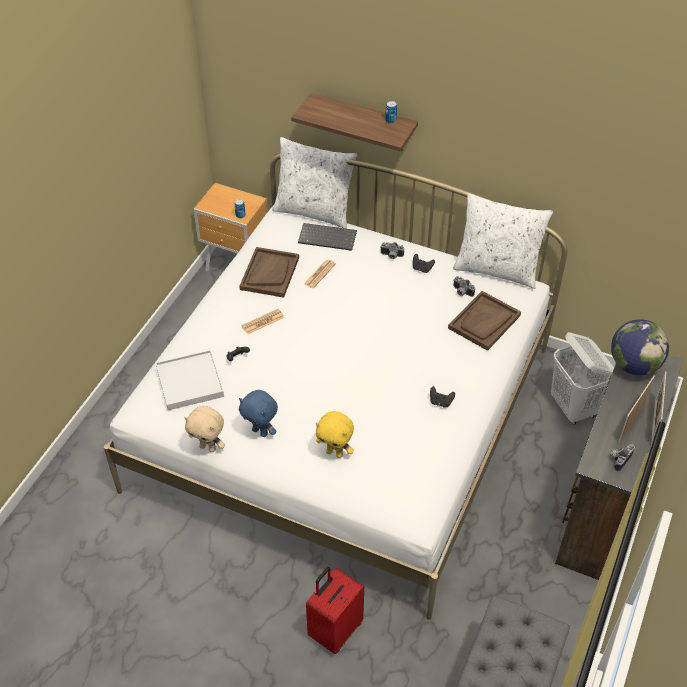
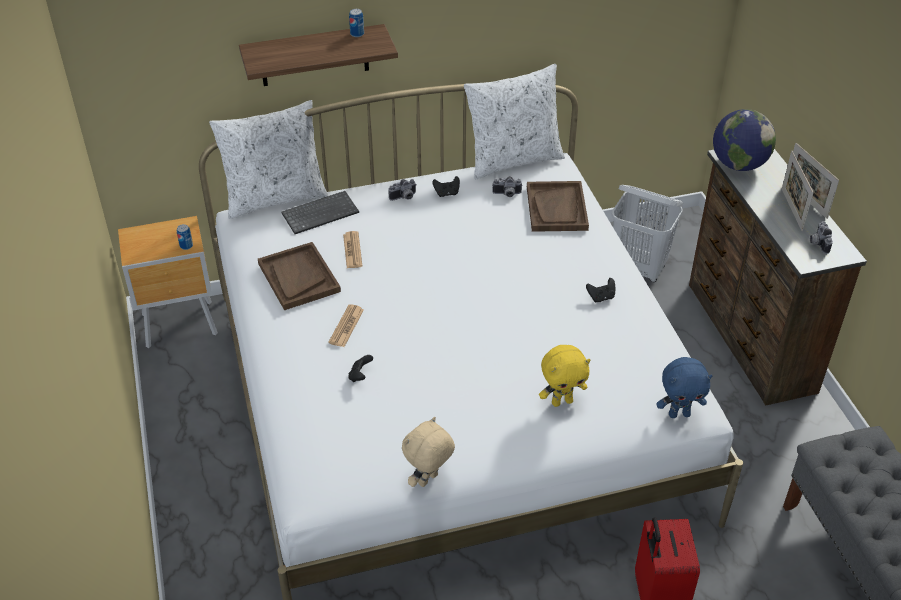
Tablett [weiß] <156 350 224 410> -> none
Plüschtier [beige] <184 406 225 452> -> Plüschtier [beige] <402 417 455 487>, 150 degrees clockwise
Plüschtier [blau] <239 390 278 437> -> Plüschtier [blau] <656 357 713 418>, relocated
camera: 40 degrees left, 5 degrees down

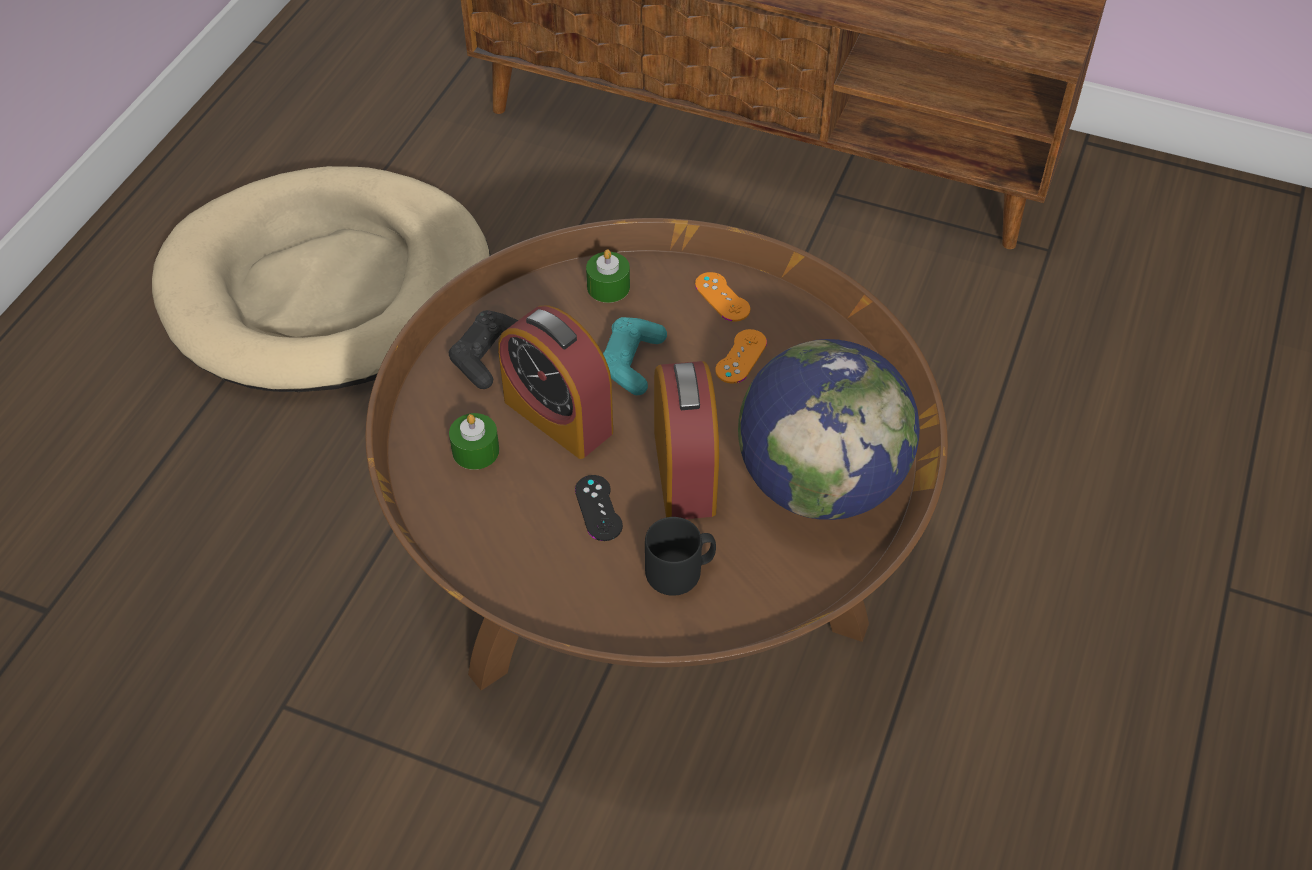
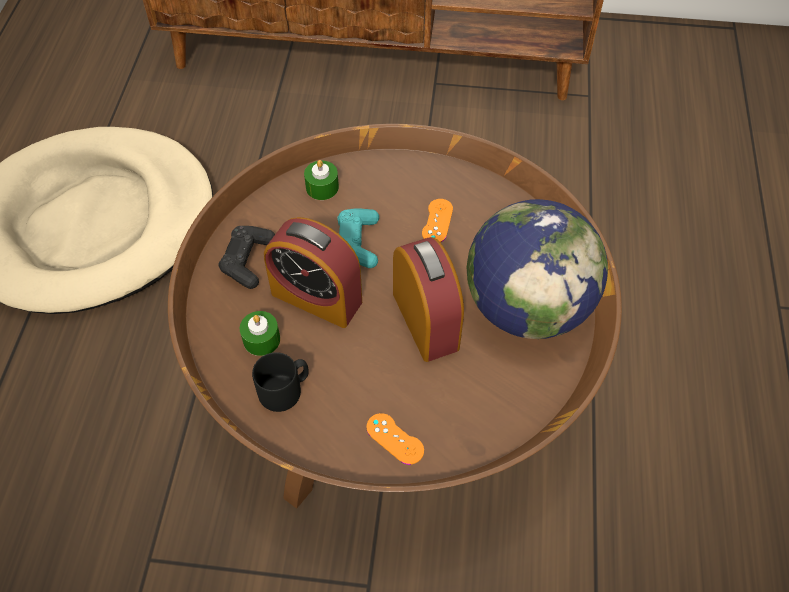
Gamepad [schwarz] <575 475 623 541> -> none
Henkelbecher [schwarz] <645 517 716 596> -> Henkelbecher [schwarz] <252 352 309 412>, relocated
Gamepad [orange] <695 272 750 321> -> Gamepad [orange] <366 413 424 465>, relocated
camera: 15 degrees left, 5 degrees up

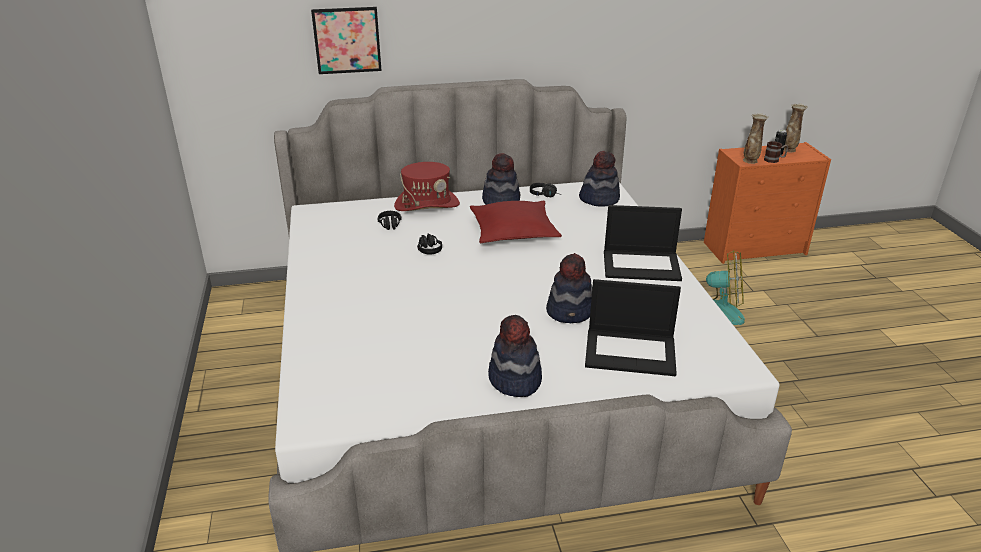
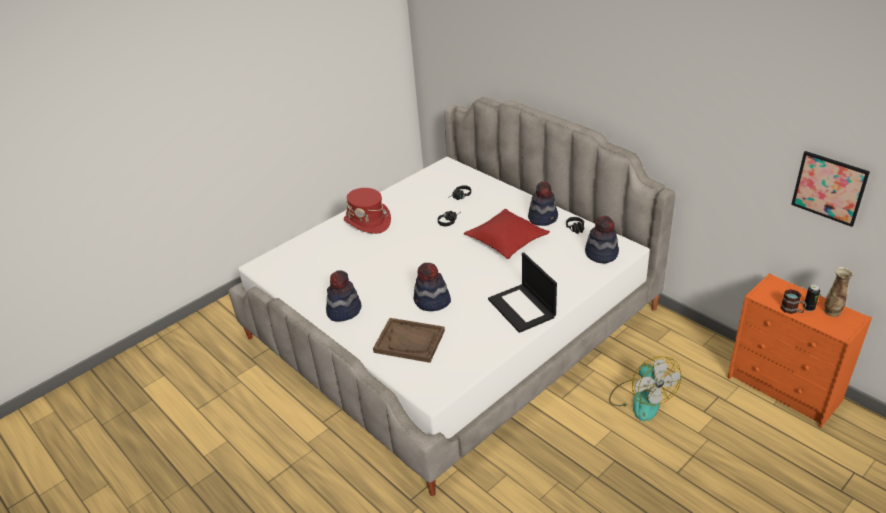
Bild <311 7 382 74> -> Bild <791 151 870 227>, relocated
Hut [rot] <394 162 460 211> -> Hut [rot] <344 188 391 234>, relocated
Laptop <585 279 681 376> -> Tablett [braun] <373 318 445 363>
Vase <743 113 769 164> -> none
camera: 60 degrees right, 5 degrees up

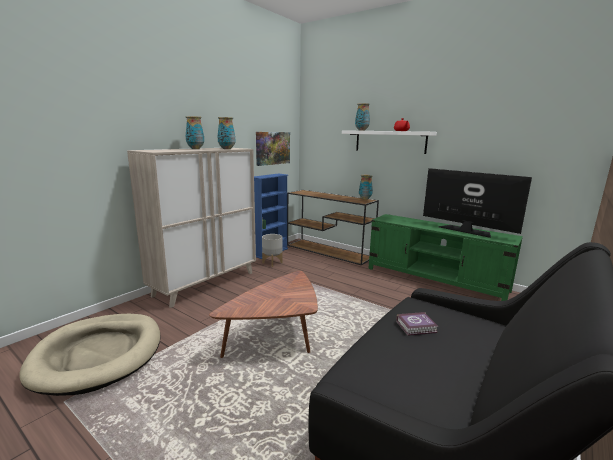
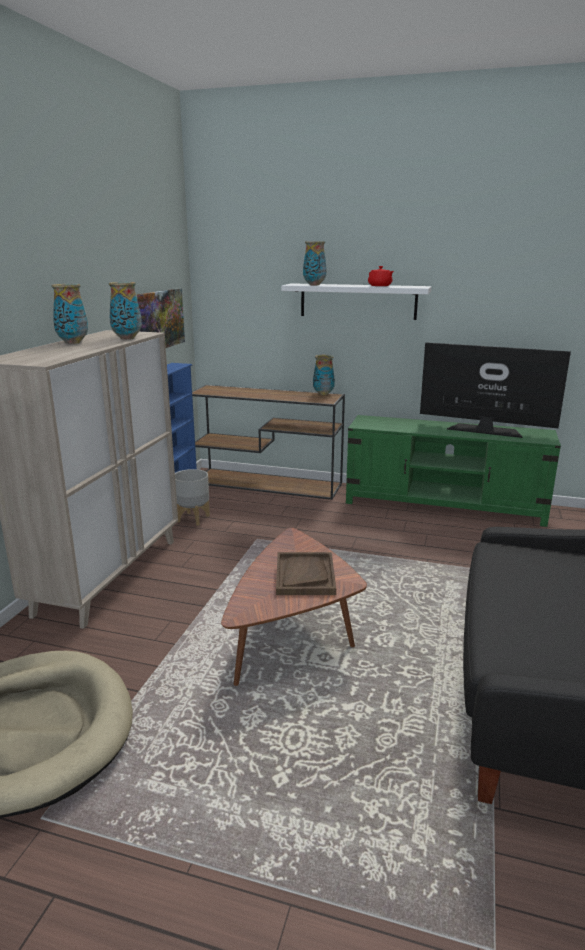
Buch <396 312 438 336> -> none
none -> Tablett [braun] <276 552 336 595>
camera: 20 degrees left, 5 degrees up

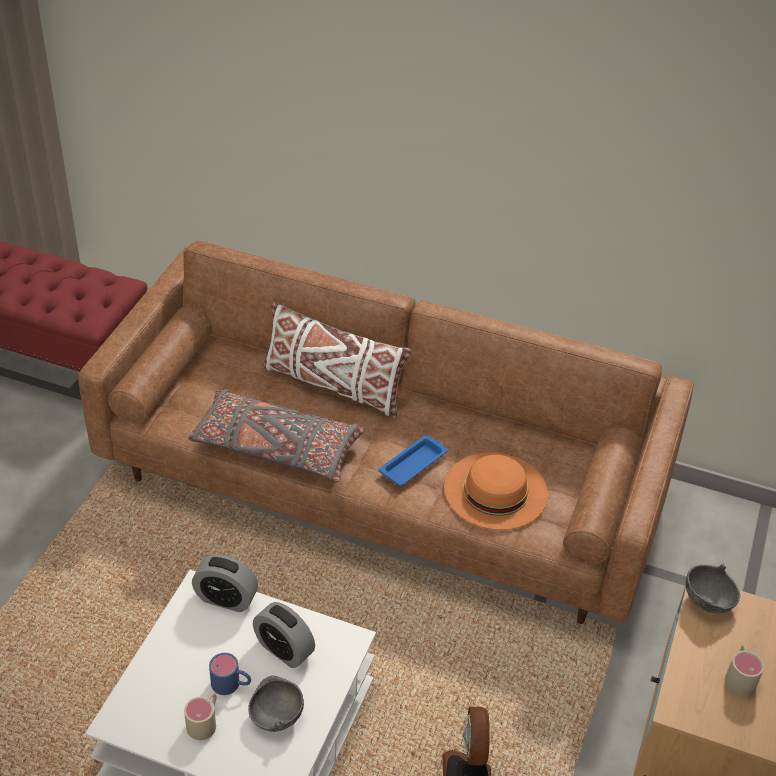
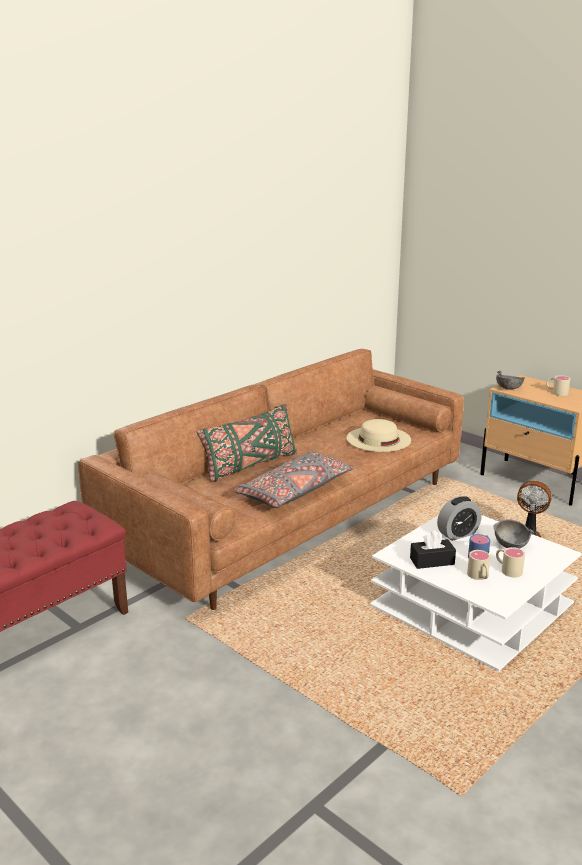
Wecker <192 555 258 612> -> none
Kissen [weiß] <264 302 411 418> -> Kissen [grün] <197 403 297 482>
Tablett [blau] <379 435 448 486> -> none
Hut [orange] <444 452 548 530> -> Hut [beige] <347 419 411 452>
none -> Taschentuchbox [schwarz] <410 531 456 569>
none -> Henkelbecher [beige] <467 550 490 580>
camera: 65 degrees left, 20 degrees down

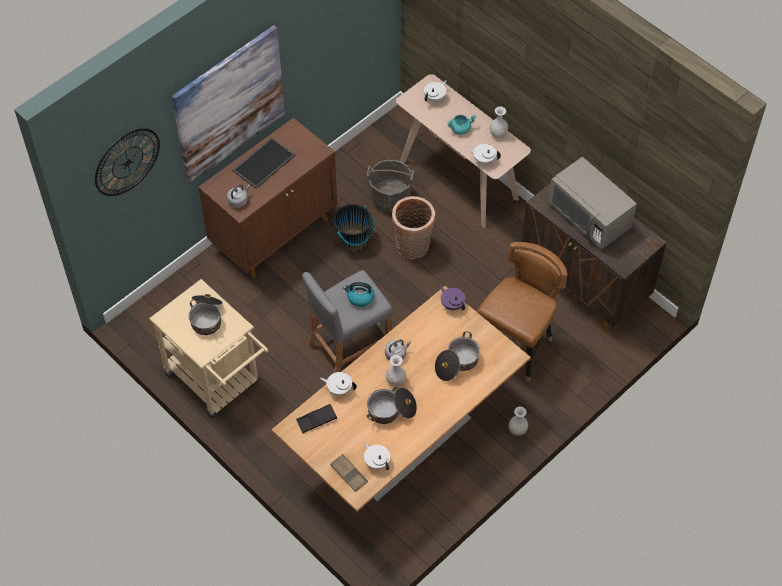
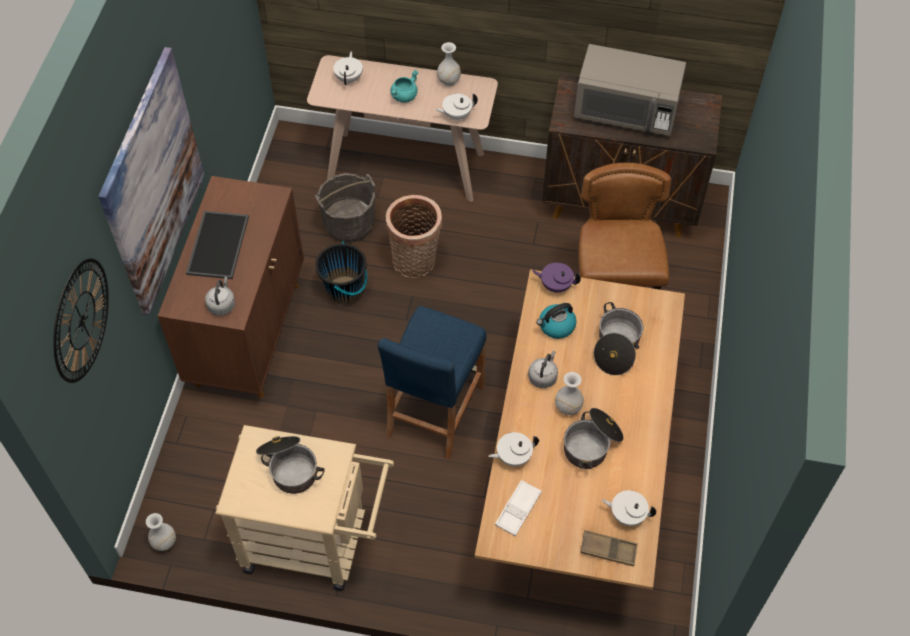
Tablett [schwarz] <296 404 337 433> -> Tablett [weiß] <495 480 542 536>
Hocker [grau] <302 270 393 373> -> Hocker [blau] <378 306 487 459>
Wasserkessel <343 282 374 307> -> Wasserkessel <537 303 577 339>, relocated
Vase [weiß] <509 407 528 436> -> Vase [weiß] <146 513 176 551>, relocated
camera: 35 degrees left, 0 degrees up

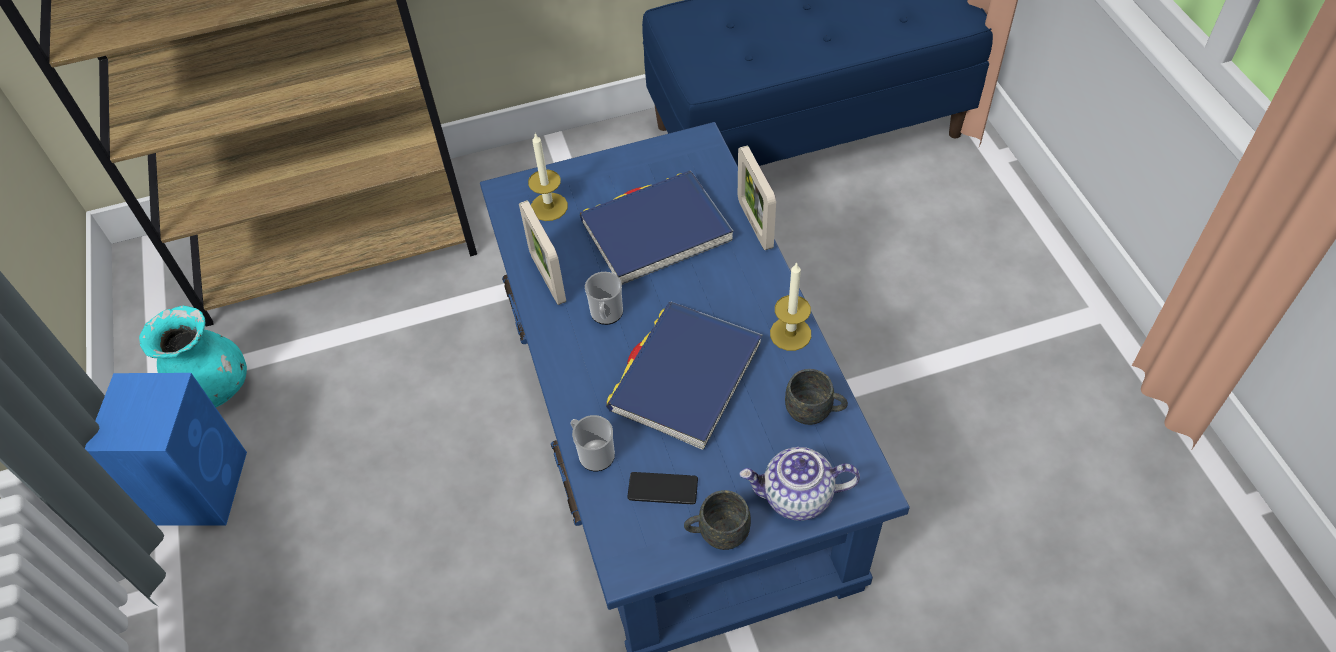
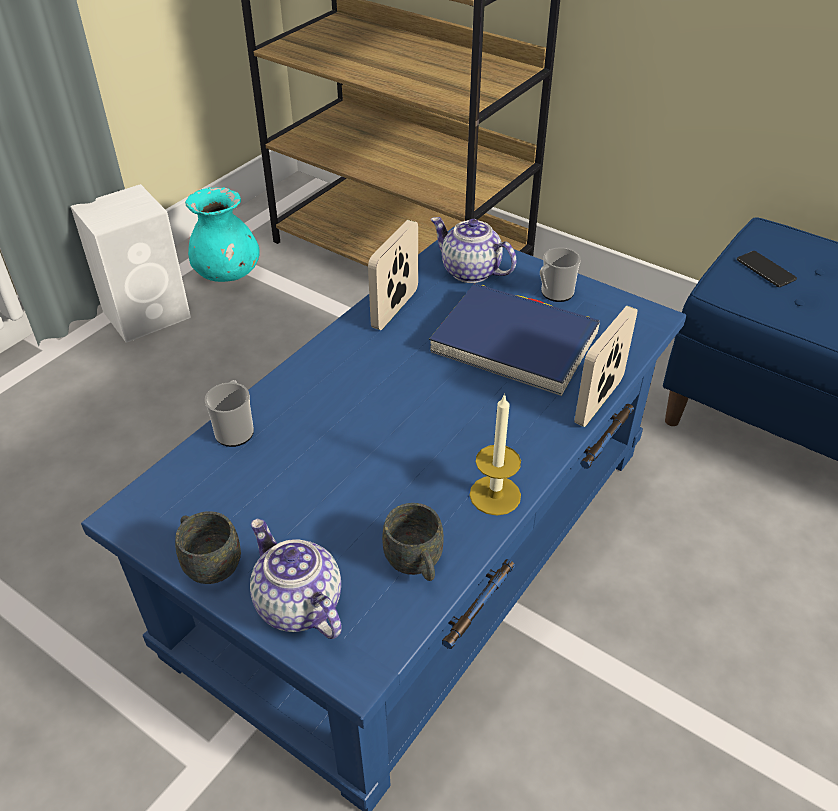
Lautsprecher [blau] <85 373 247 526> -> Lautsprecher [weiß] <70 184 191 343>
Kerze <528 133 568 221> -> Teekanne <431 217 517 283>
Henkelbecher <585 272 623 325> -> Henkelbecher <540 247 581 302>, relocated
Buch [blau] <606 302 762 450> -> none
Handy <627 472 698 504> -> Handy <737 251 797 287>, relocated
camera: 50 degrees right, 10 degrees down

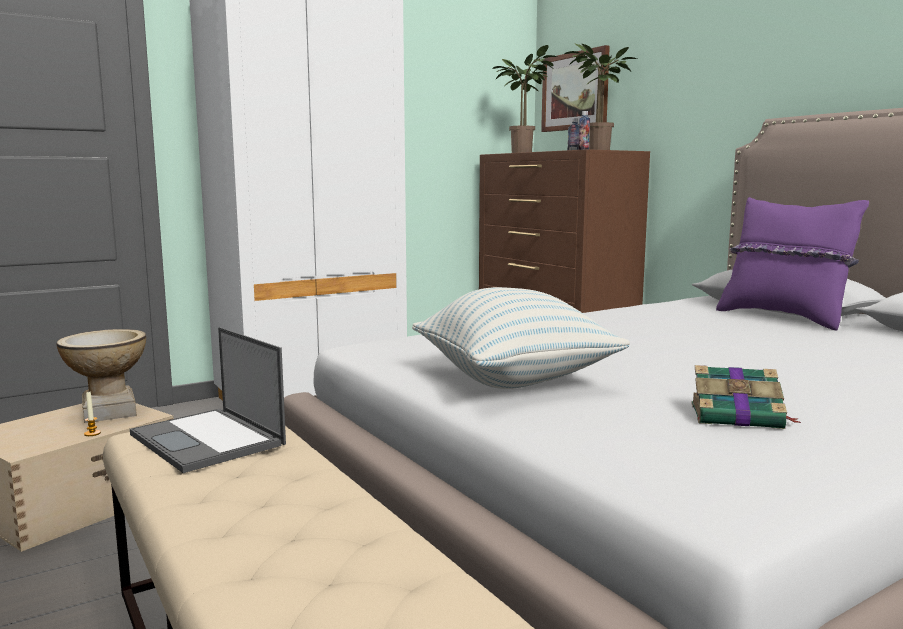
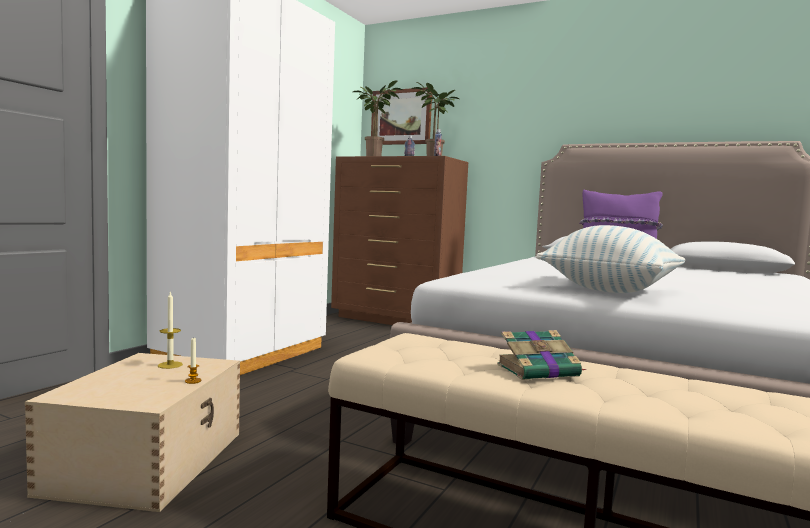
Vase <57 329 146 423> -> Kerze <158 291 183 369>
Laptop <130 327 286 473> -> none
Buch <692 365 801 429> -> Buch <497 330 586 380>, relocated
camera: 30 degrees left, 5 degrees down

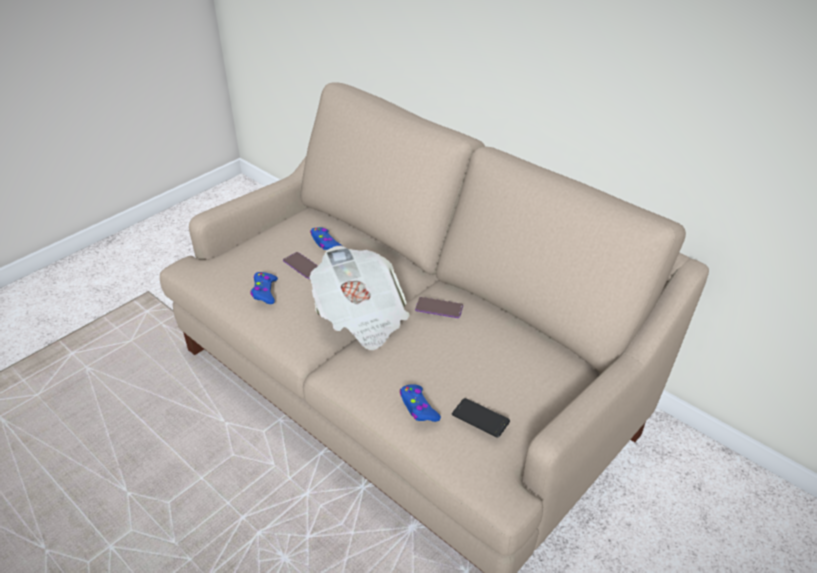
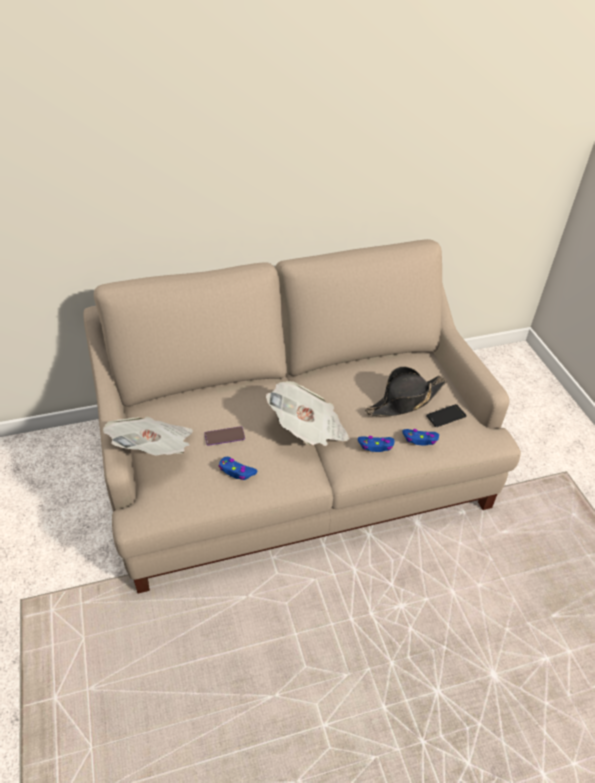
Gamepad [blau] <310 227 342 250> -> Gamepad [blau] <358 436 395 452>, relocated
Handy <415 297 463 318> -> none
none -> Zeitung <103 417 193 455>
none -> Hut [schwarz] <365 366 446 416>
camera: 60 degrees left, 5 degrees up

